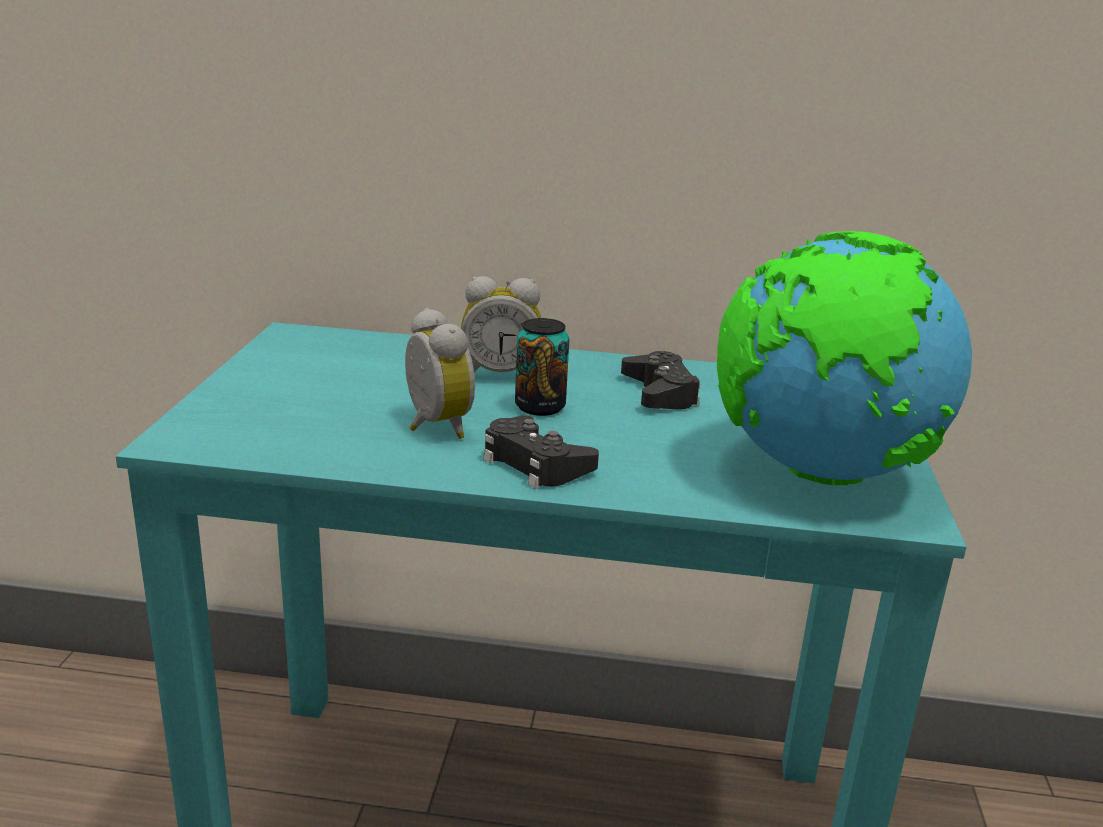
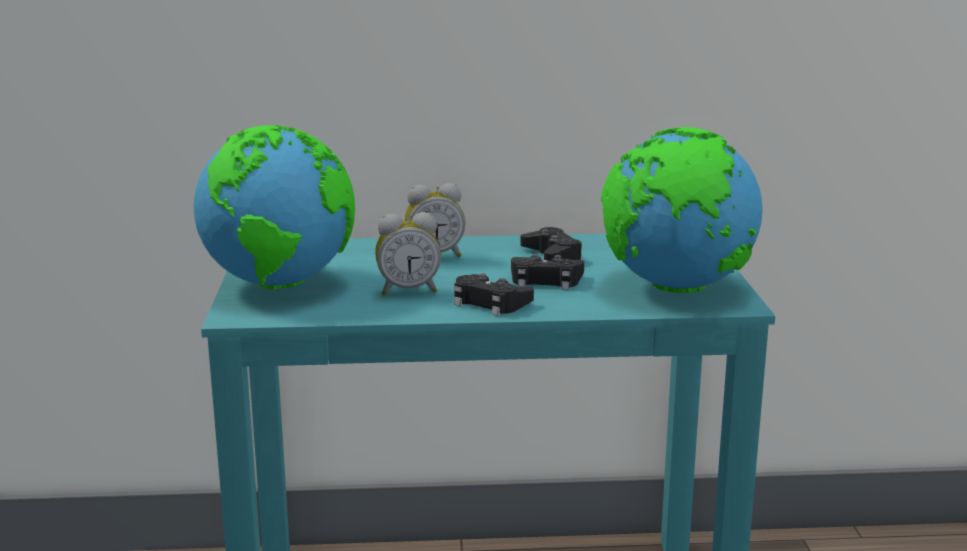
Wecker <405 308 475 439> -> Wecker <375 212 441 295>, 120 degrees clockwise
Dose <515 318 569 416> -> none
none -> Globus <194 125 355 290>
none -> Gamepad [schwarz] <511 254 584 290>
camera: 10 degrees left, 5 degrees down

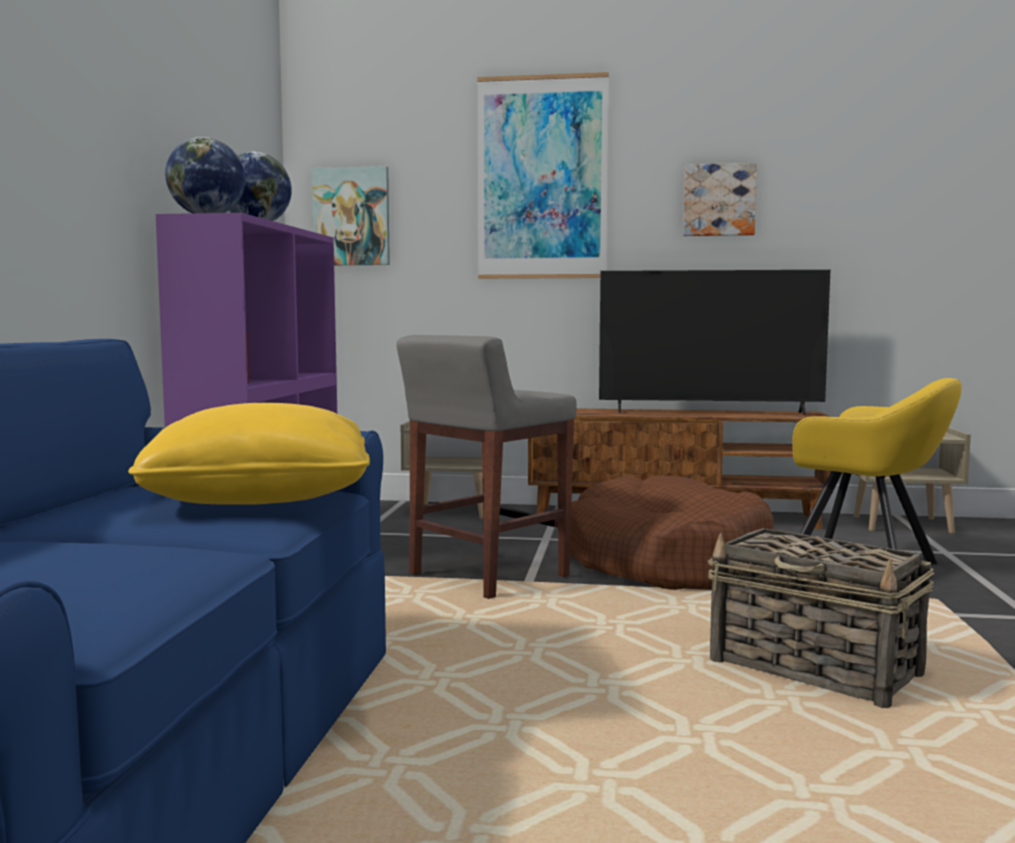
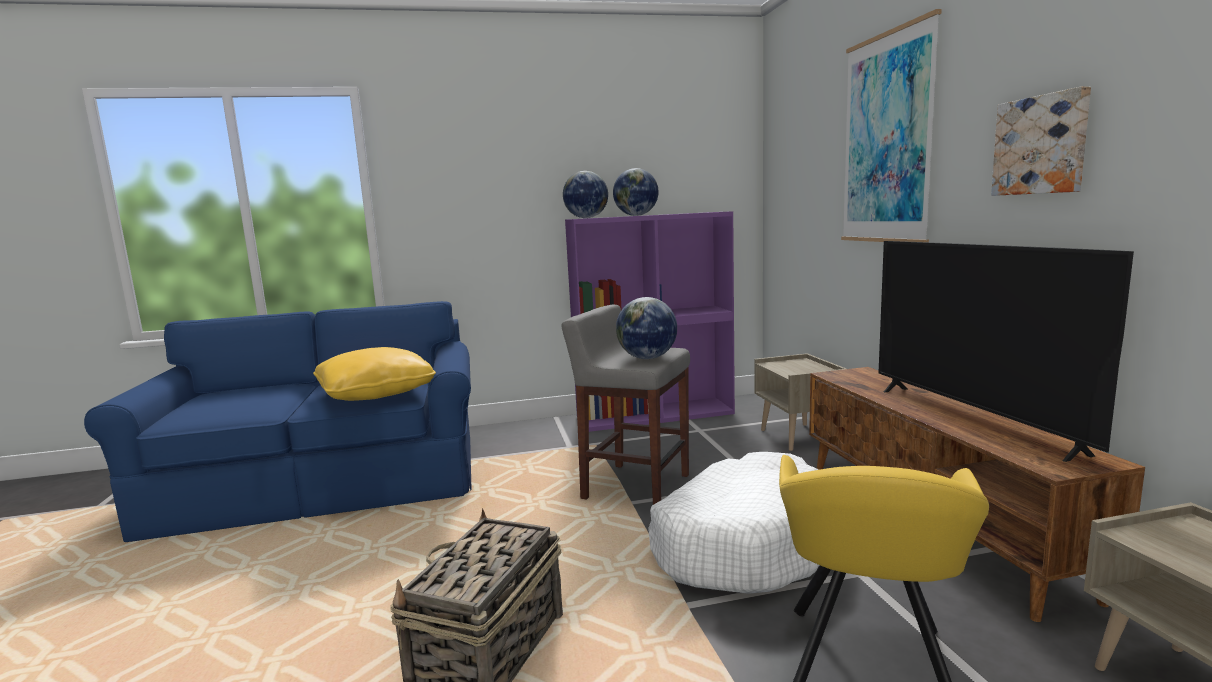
Bild <311 166 390 265> -> none
Hundebett [braun] <570 475 774 590> -> Hundebett [weiß] <648 452 819 594>
none -> Globus <616 297 677 359>
camera: 70 degrees right, 5 degrees up

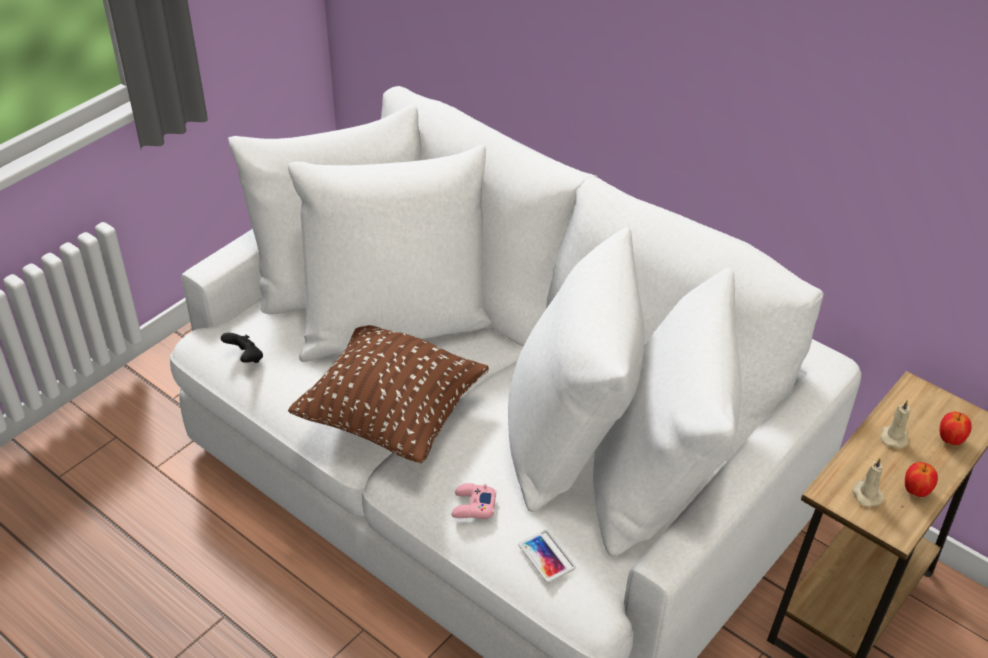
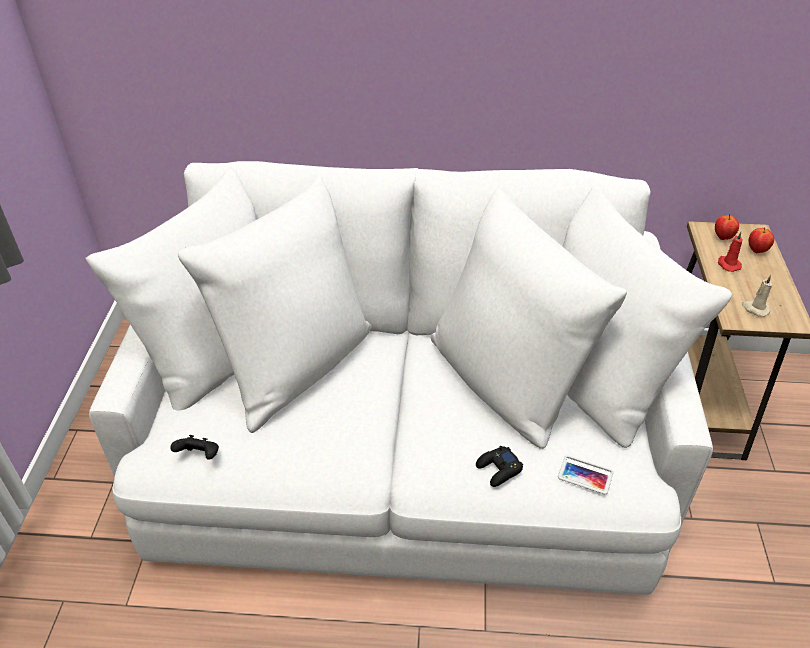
Kissen [braun] <288 325 489 463> -> none
Gamepad [rosa] <452 483 496 519> -> Gamepad [schwarz] <476 446 523 487>
Kerze [beige] <880 400 910 448> -> Kerze [rot] <718 232 743 272>
Apfel <905 462 938 497> -> Apfel <715 214 739 240>, relocated
camera: 35 degrees left, 0 degrees up

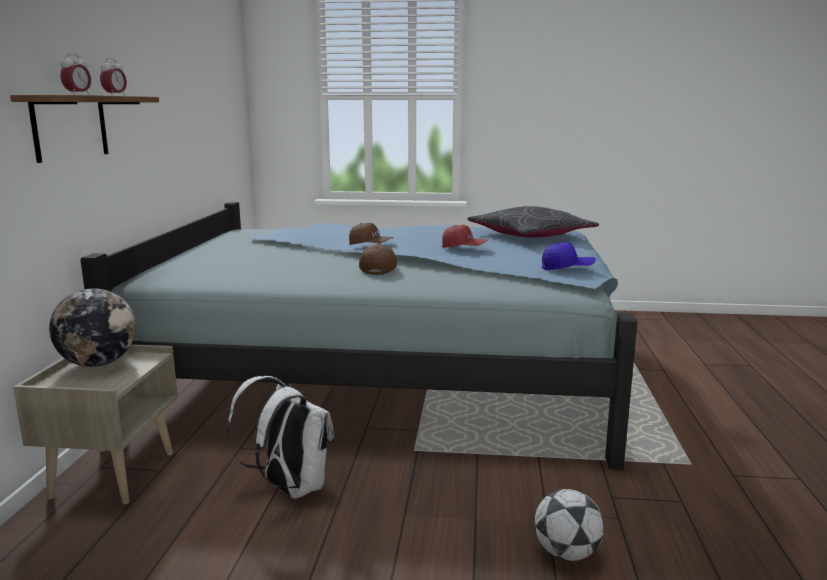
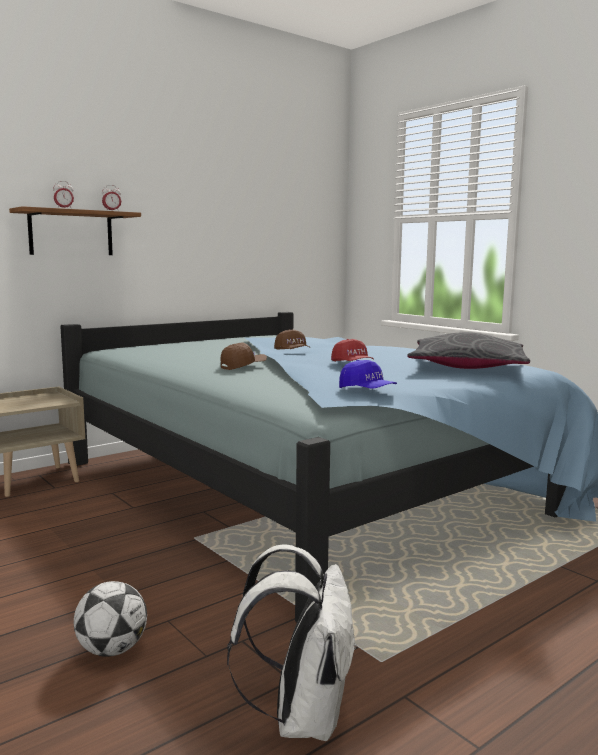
Globus <49 288 136 367> -> none
Rucksack [weiß] <227 376 334 499> -> Rucksack [weiß] <227 544 357 741>, relocated
camera: 45 degrees right, 5 degrees down

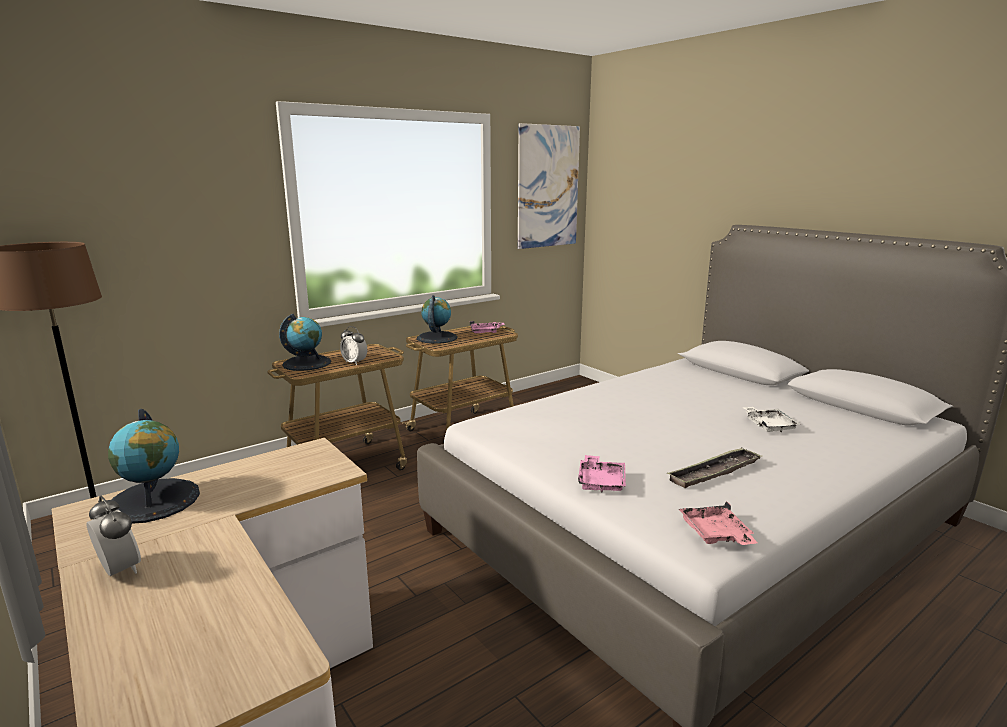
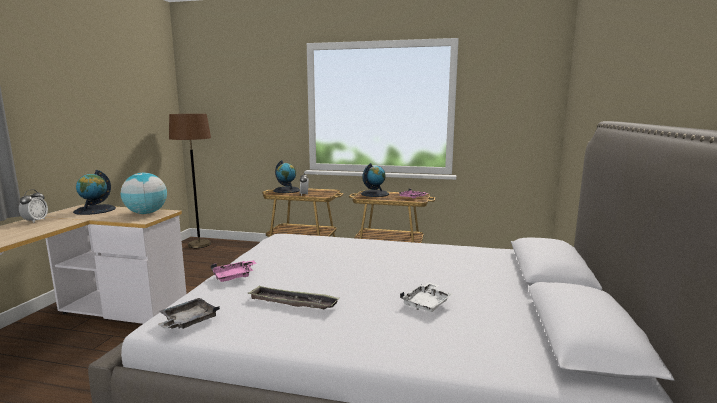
Bild <518 123 580 249> -> none
Tablett [rosa] <679 501 758 545> -> Tablett [grau] <159 298 220 329>
none -> Globus <120 173 167 214>
camera: 50 degrees right, 5 degrees down

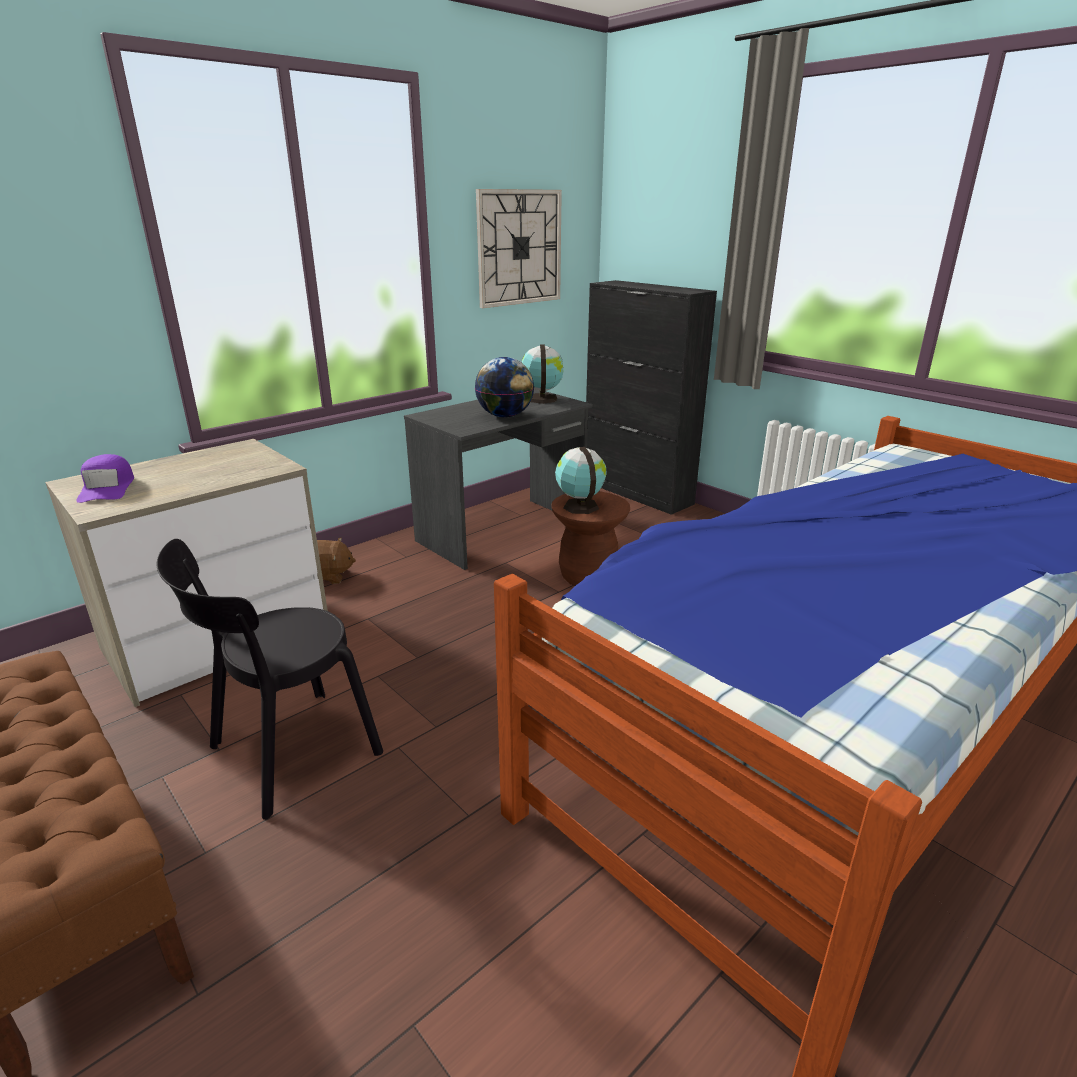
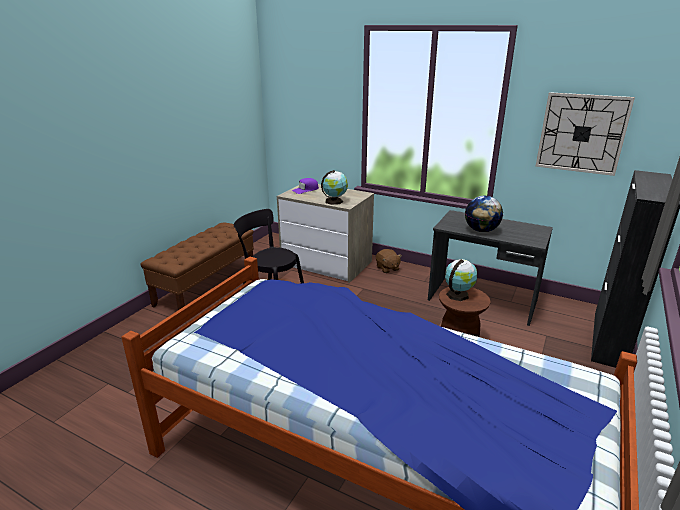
Globus <522 345 563 404> -> Globus <321 170 348 205>, relocated
camera: 70 degrees right, 0 degrees up

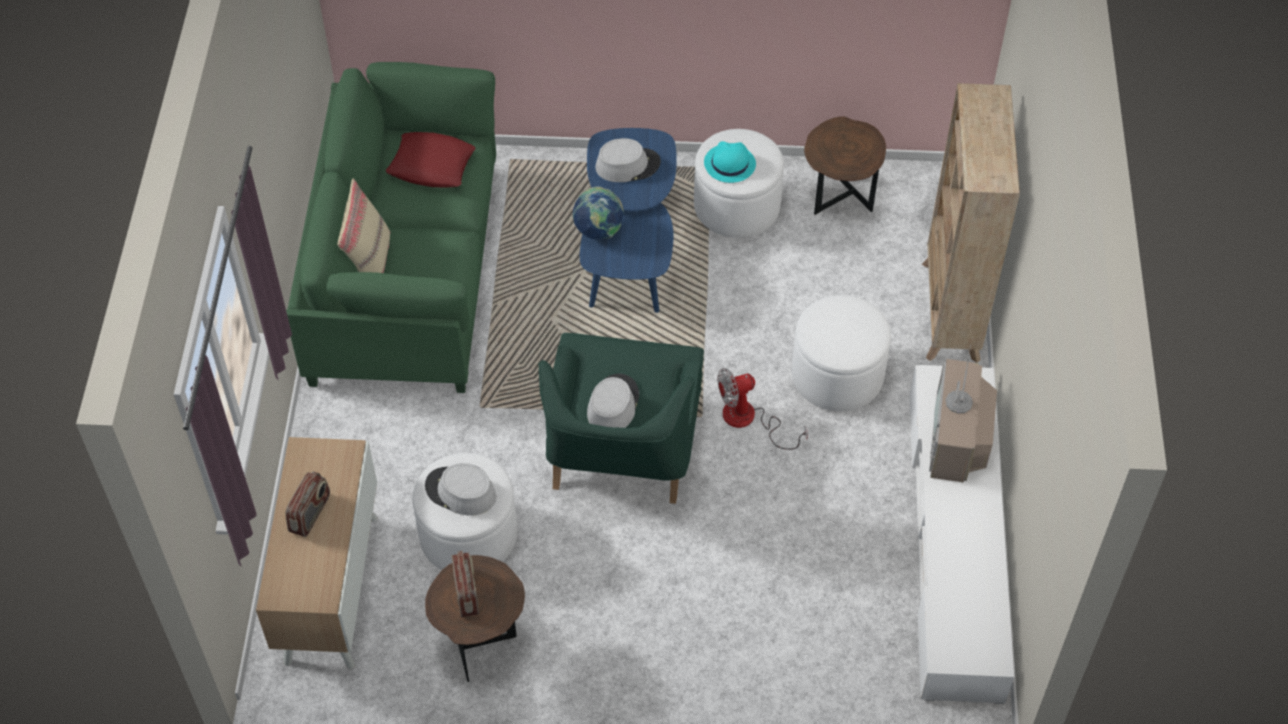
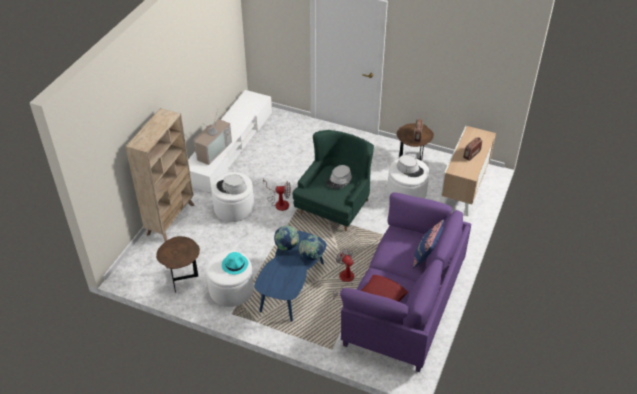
Sofa [grün] <286 62 496 393> -> Sofa [lila] <340 192 471 372>
Kissen [beige] <337 179 390 273> -> Kissen [blau] <413 219 444 268>
Hut [grau] <595 138 661 182> -> Hut [grau] <217 175 247 194>, relocated
none -> Globus <274 225 299 251>
none -> Ventilator <333 249 354 299>
camera: 160 degrees left, 10 degrees down

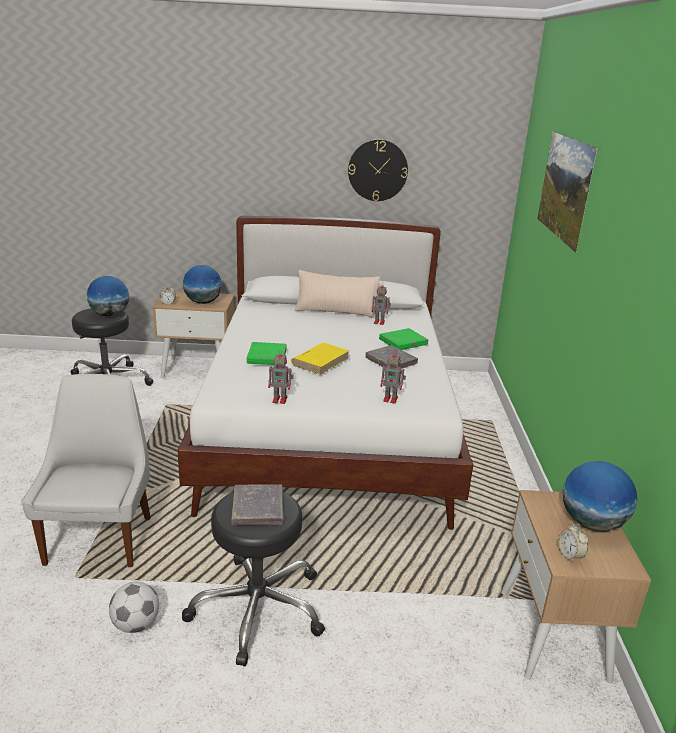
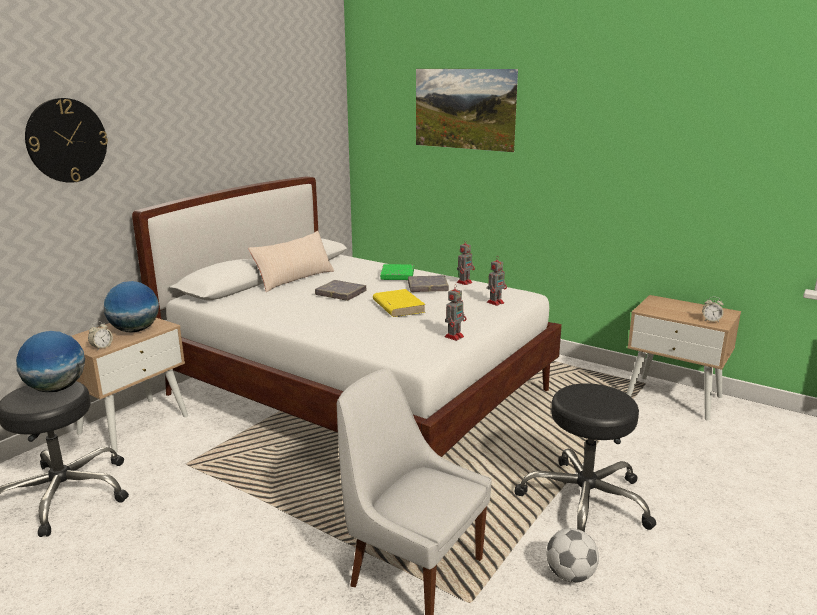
Buch [grau] <232 484 283 526> -> Buch [grau] <315 280 366 301>, relocated
Buch [grün] <247 342 287 365> -> none
Wanduhr <348 139 408 201> -> Wanduhr <25 98 108 183>, relocated
Spielzeugroboter <372 282 391 325> -> Spielzeugroboter <457 239 475 285>, relocated
Globus <563 461 638 532> -> none
camera: 55 degrees left, 5 degrees down

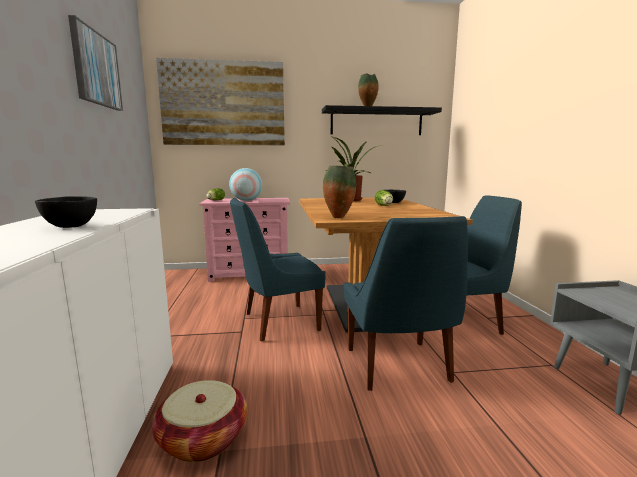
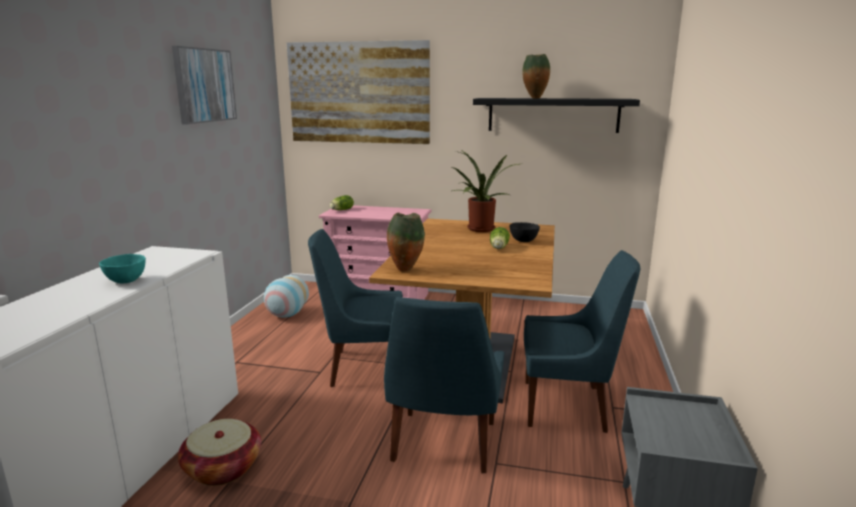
Schüssel [schwarz] <35 196 97 228> -> Schüssel [türkis] <99 254 146 283>
Vase <229 168 262 201> -> Vase <264 275 309 318>, relocated
camera: 20 degrees right, 5 degrees up

